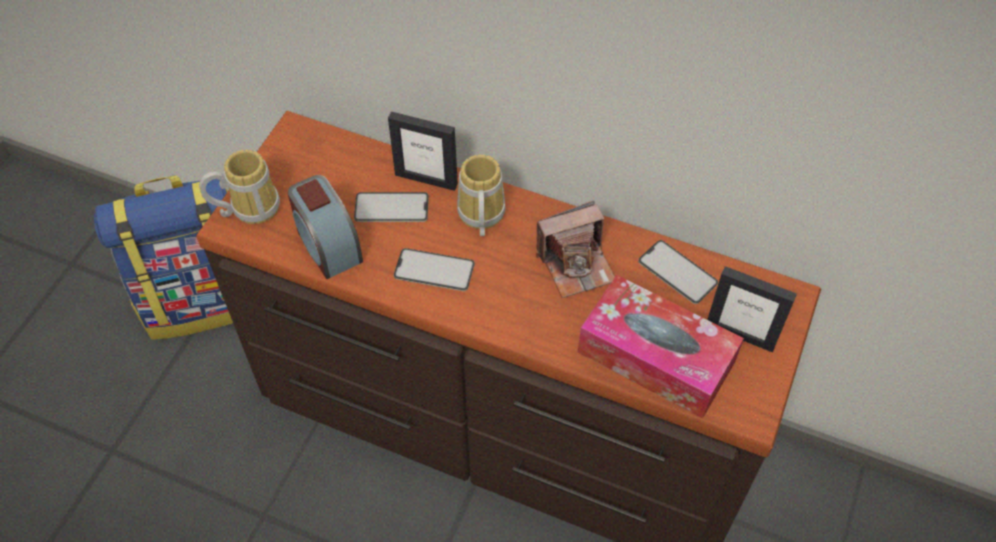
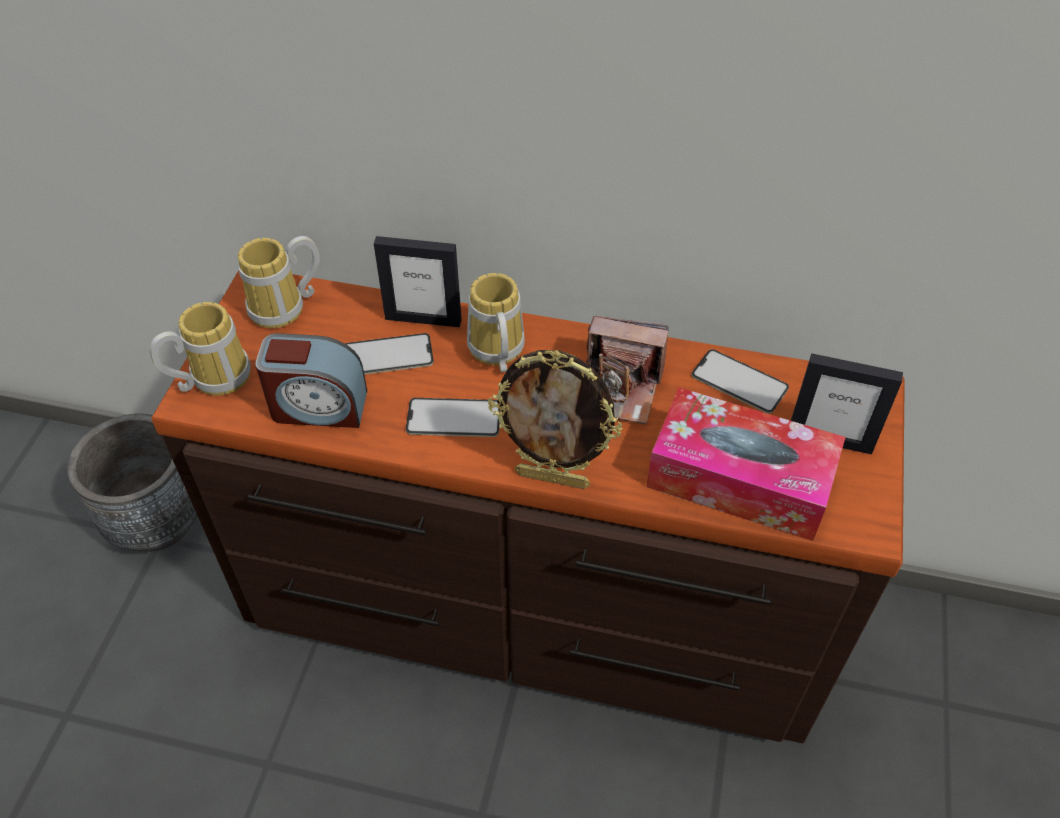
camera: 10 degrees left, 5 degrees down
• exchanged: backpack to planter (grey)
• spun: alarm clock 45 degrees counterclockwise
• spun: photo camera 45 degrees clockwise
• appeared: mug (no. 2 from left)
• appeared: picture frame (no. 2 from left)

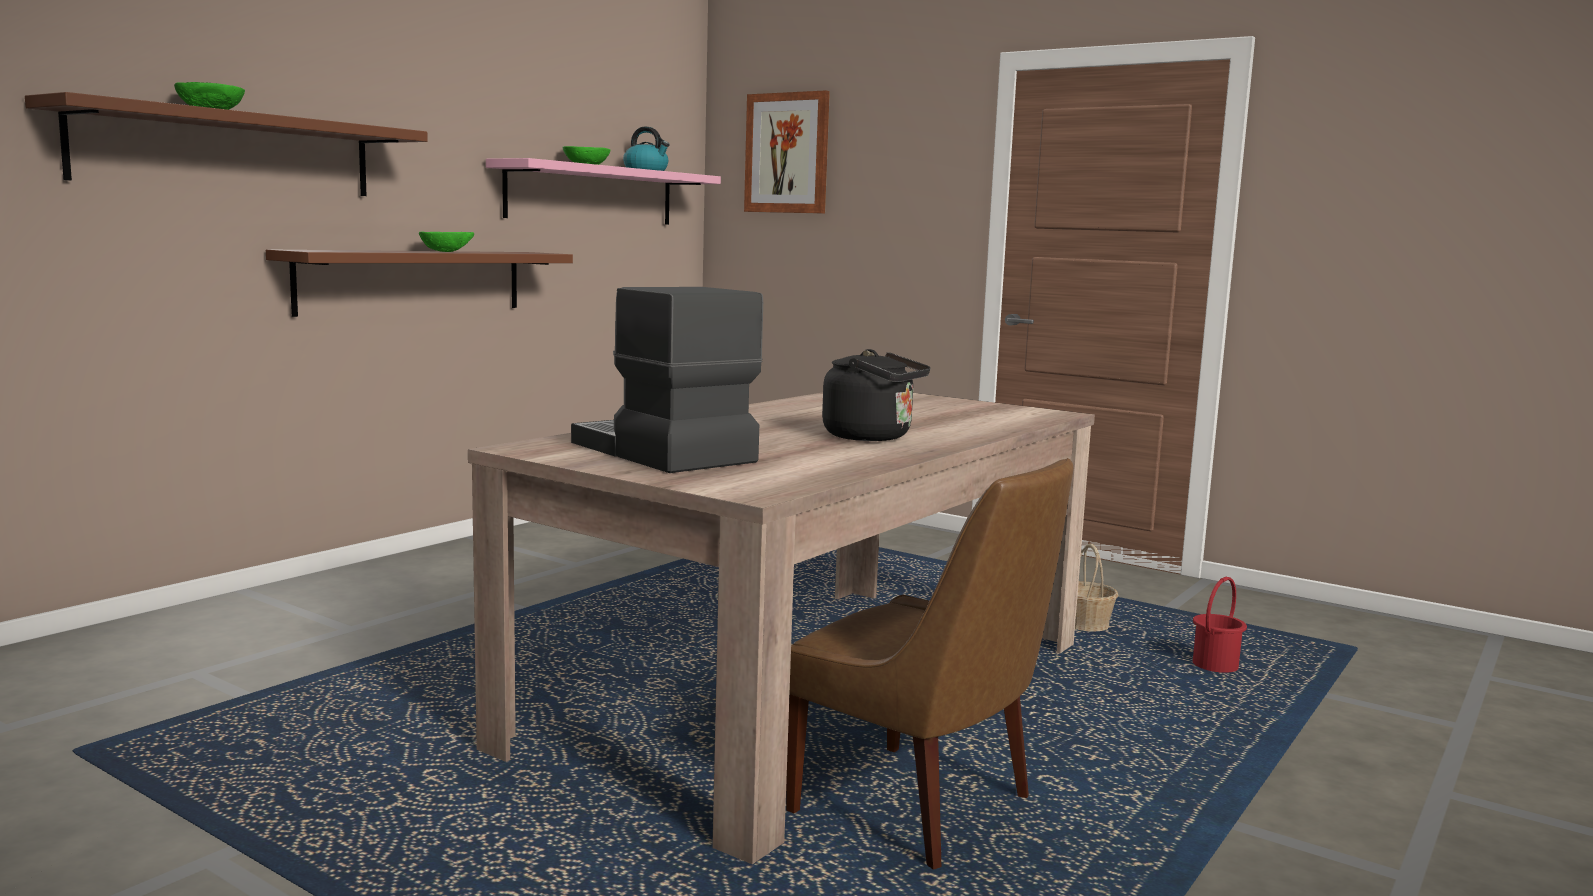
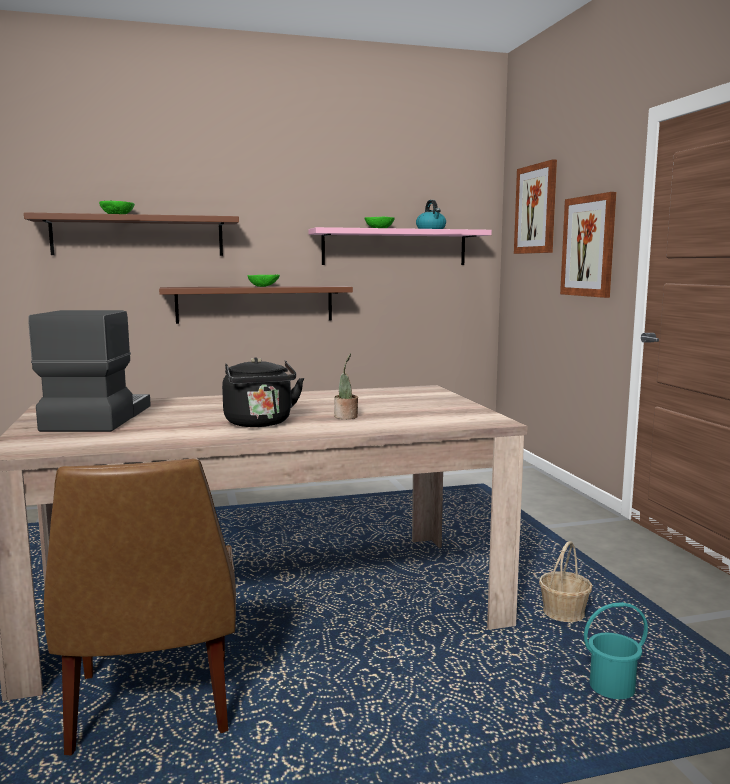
camera: 40 degrees right, 0 degrees up
• colour: bucket (red) to bucket (turquoise)
• appeared: picture (no. 2 from left)
• appeared: potted plant

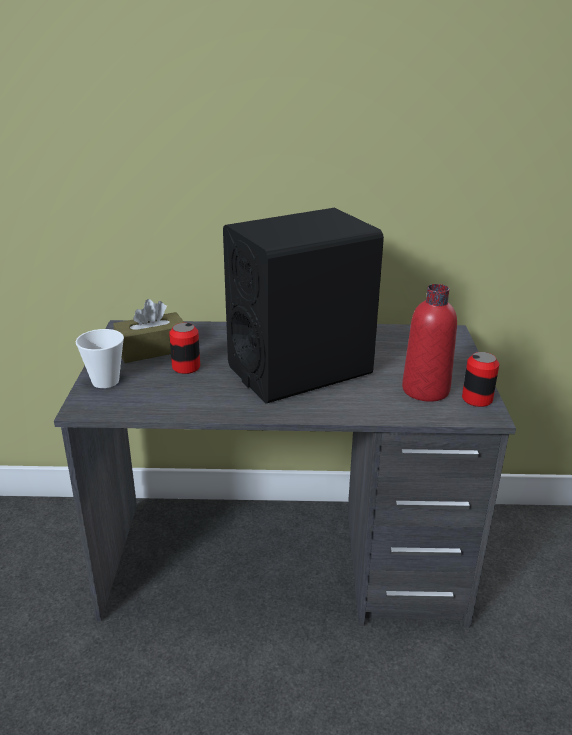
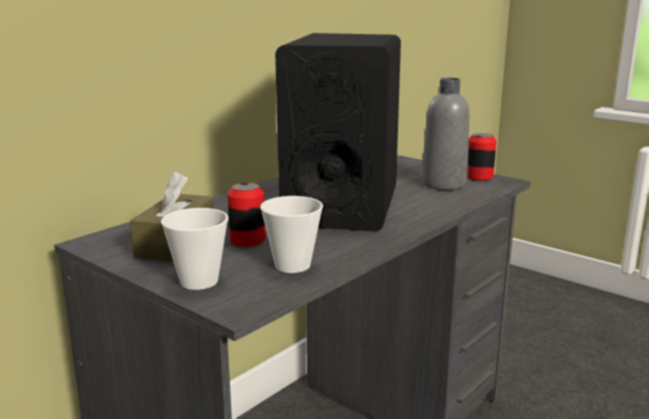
camera: 50 degrees left, 10 degrees down
• colour: bottle (red) to bottle (grey)
• appeared: cup (no. 2 from left)

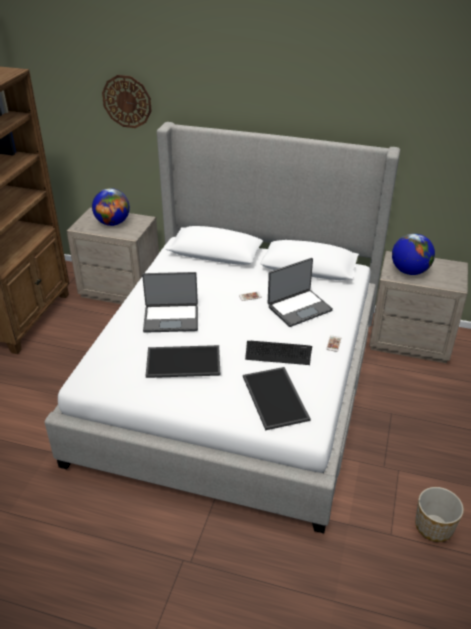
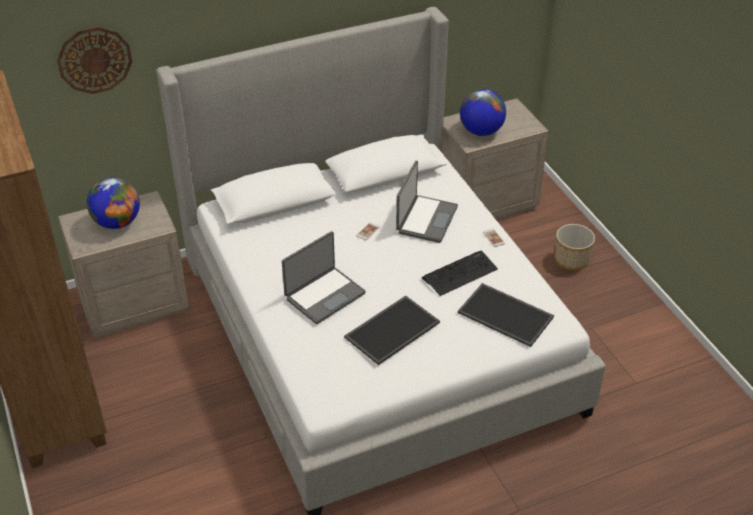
camera: 40 degrees left, 5 degrees up
• relocated: planter

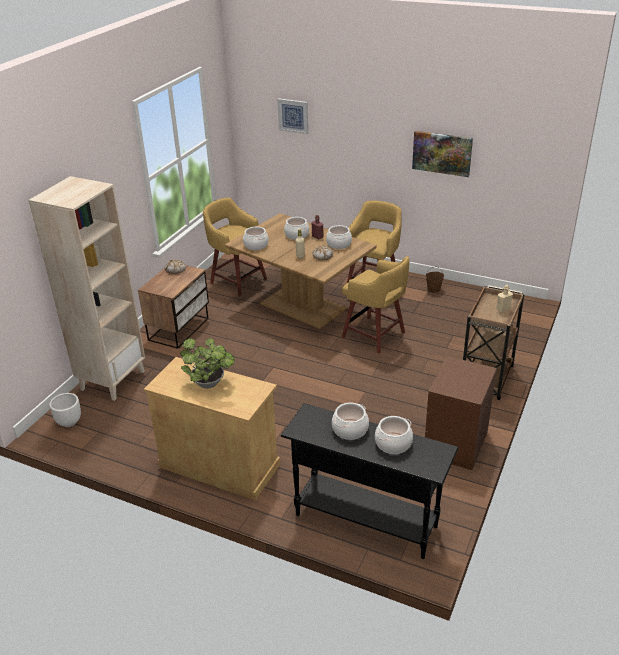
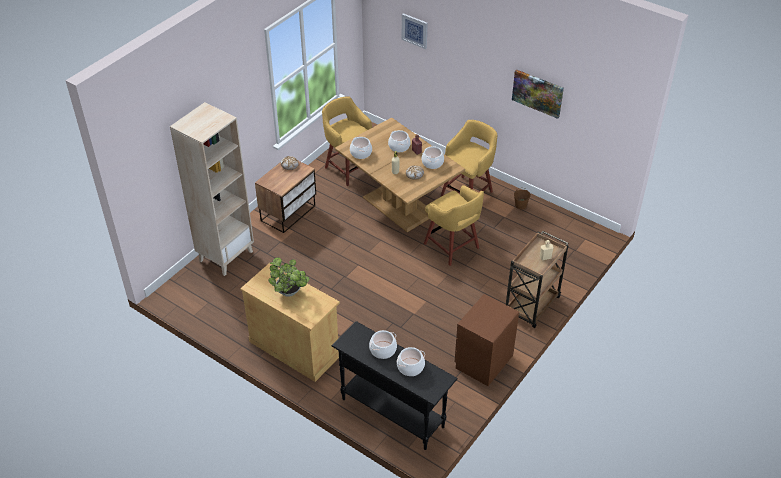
camera: 10 degrees right, 10 degrees up
• missing: planter (white)

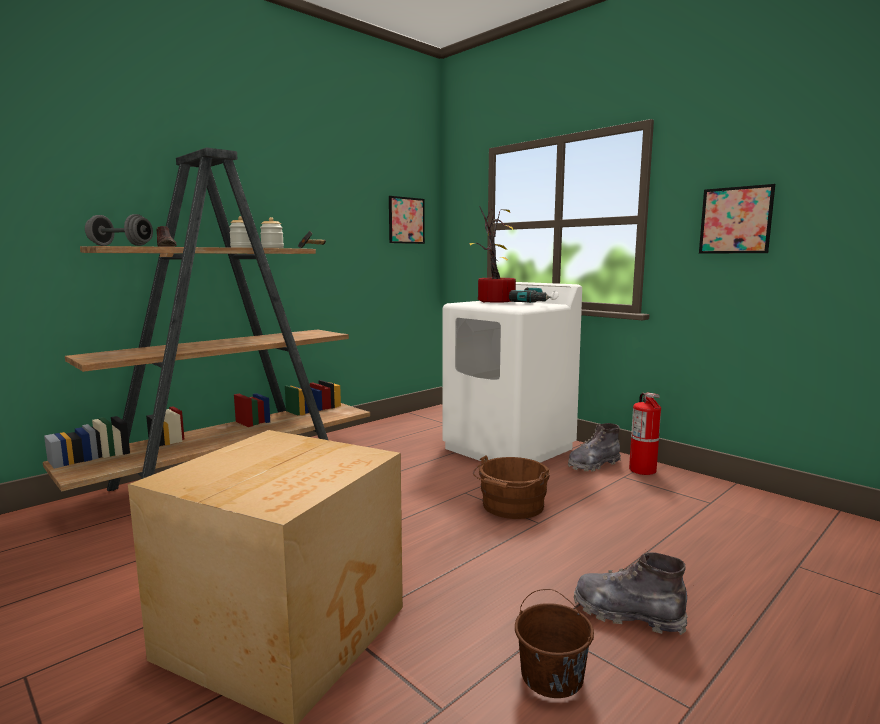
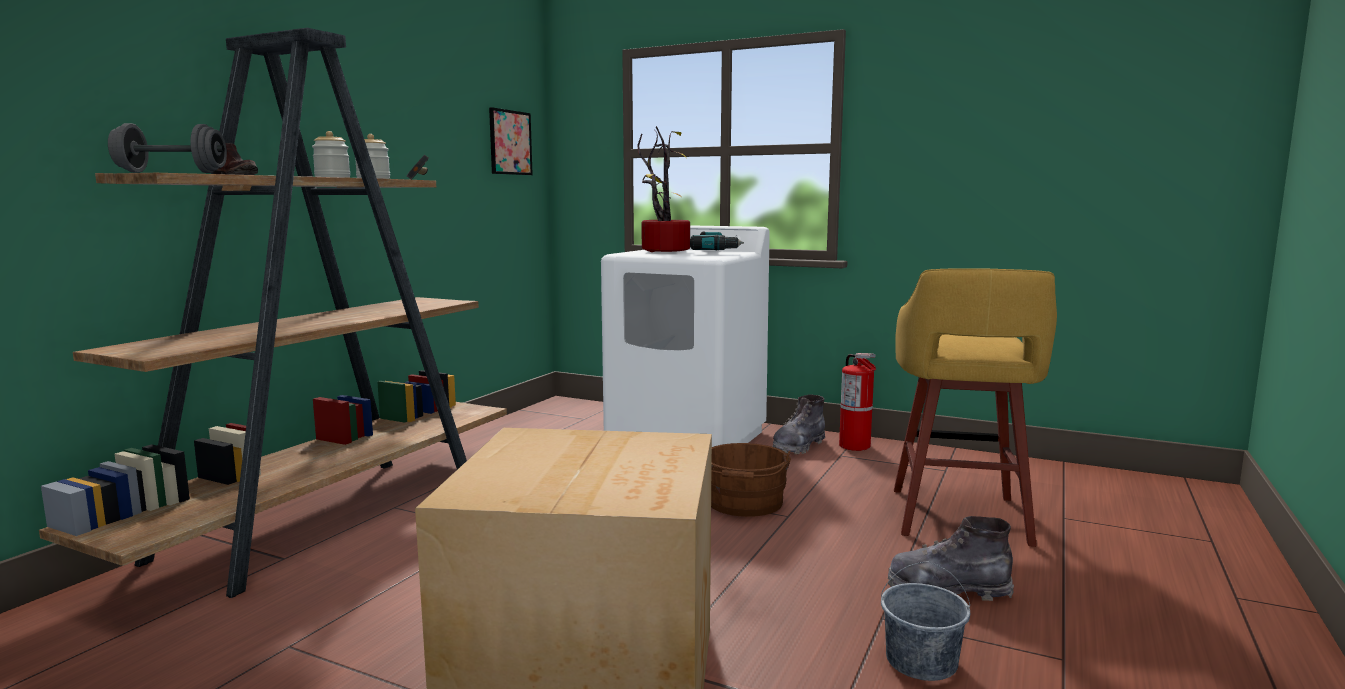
camera: 20 degrees left, 0 degrees up
• missing: picture (no. 2 from left)
• colour: bucket (brown) (no. 2 from left) to bucket (grey)
• appeared: stool (yellow)

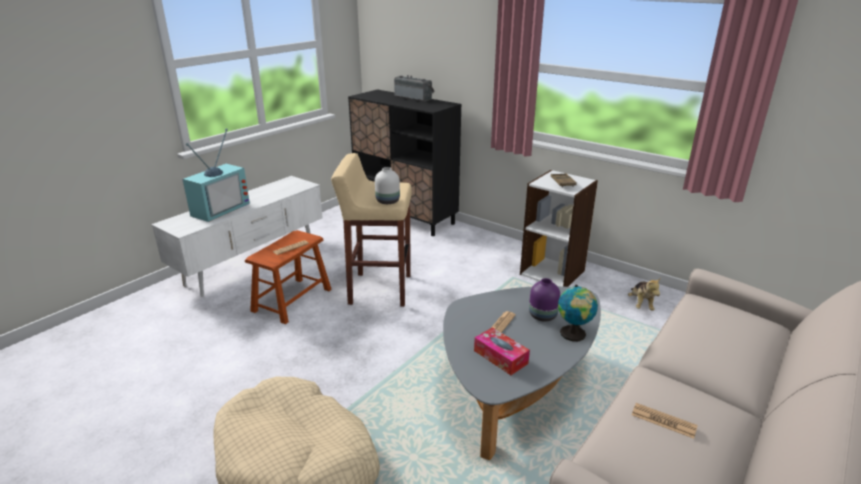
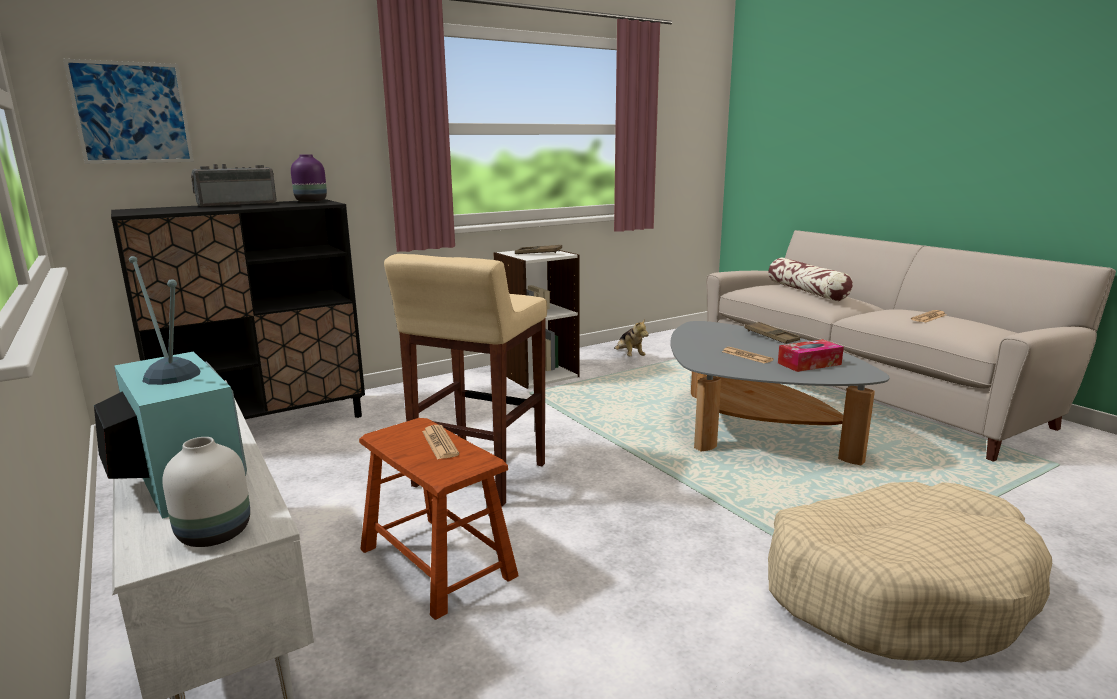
camera: 70 degrees left, 10 degrees down
• relocated: vase (white)
• relocated: vase (purple)
• spun: plush toy 45 degrees clockwise
• exchanged: globe to tray (brown) (no. 2 from left)
• appeared: picture
• appeared: pillow

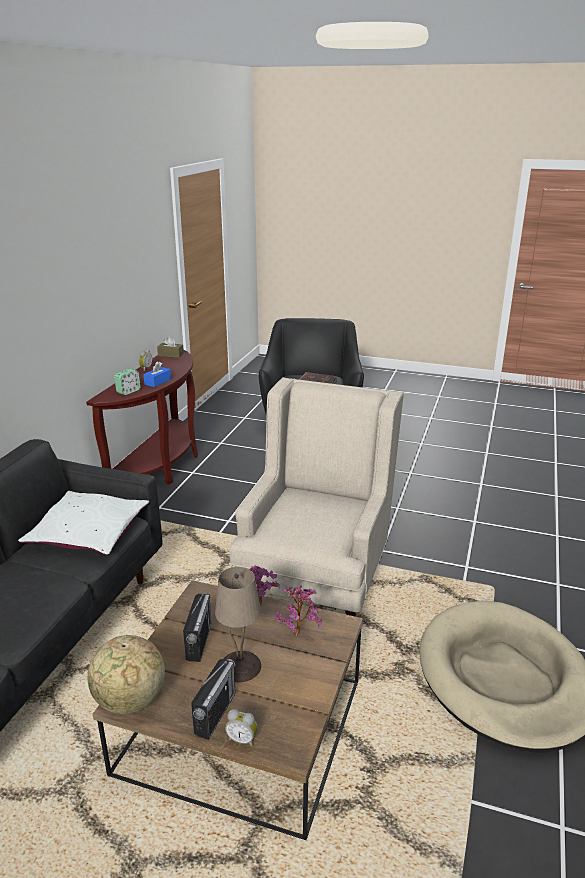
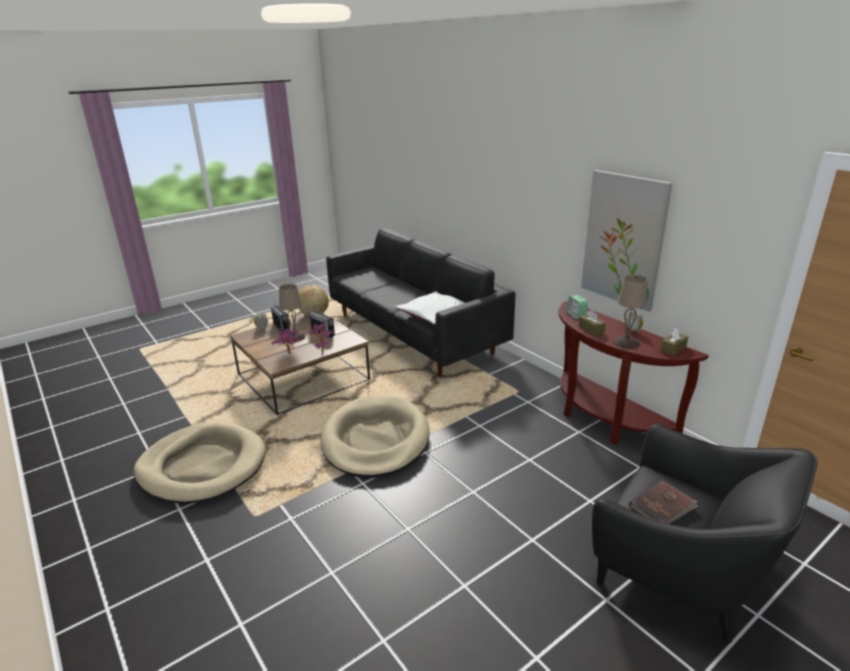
camera: 125 degrees right, 0 degrees up
• colour: tissue box (blue) to tissue box (brown) (no. 1 from left)
• exchanged: armchair (beige) to dog bed (beige) (no. 2 from left)
• appeared: picture
• appeared: table lamp (beige) (no. 2 from left)

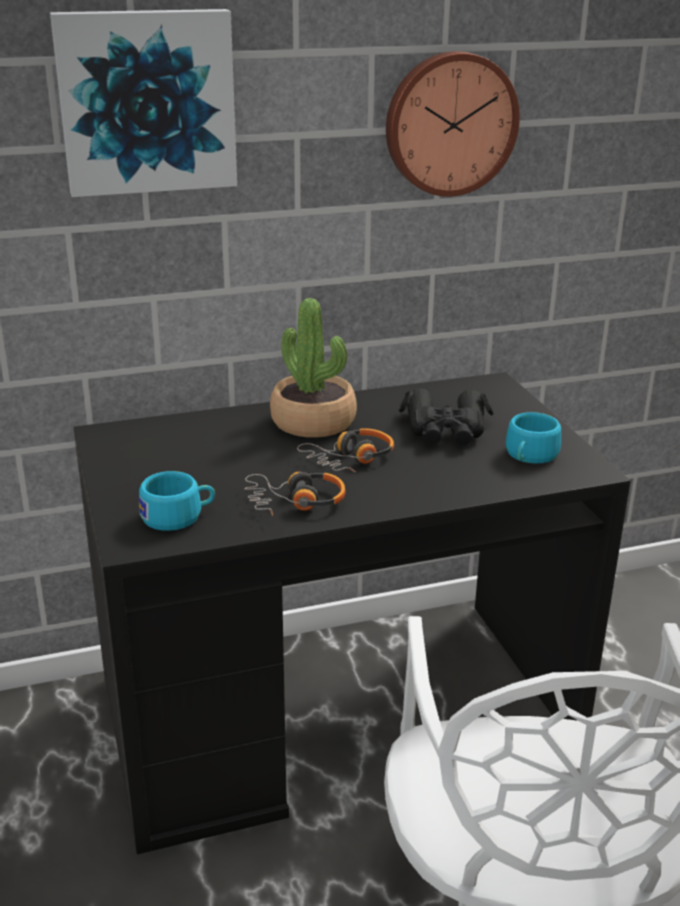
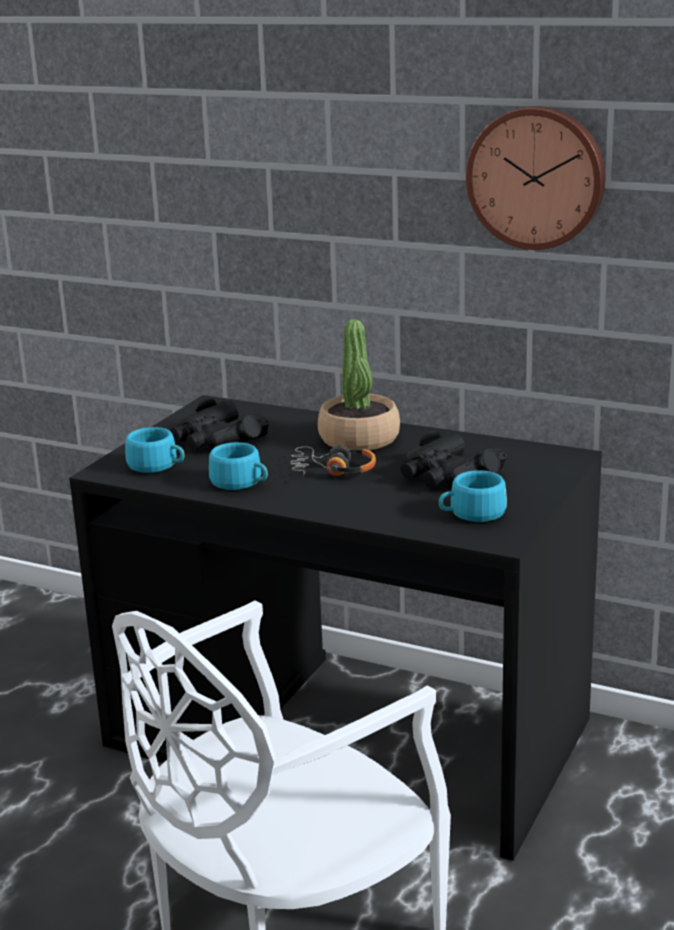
camera: 45 degrees right, 5 degrees down
• missing: picture
• exchanged: headphones (no. 1 from left) to cup (turquoise) (no. 2 from left)
• appeared: binoculars (black) (no. 1 from left)

